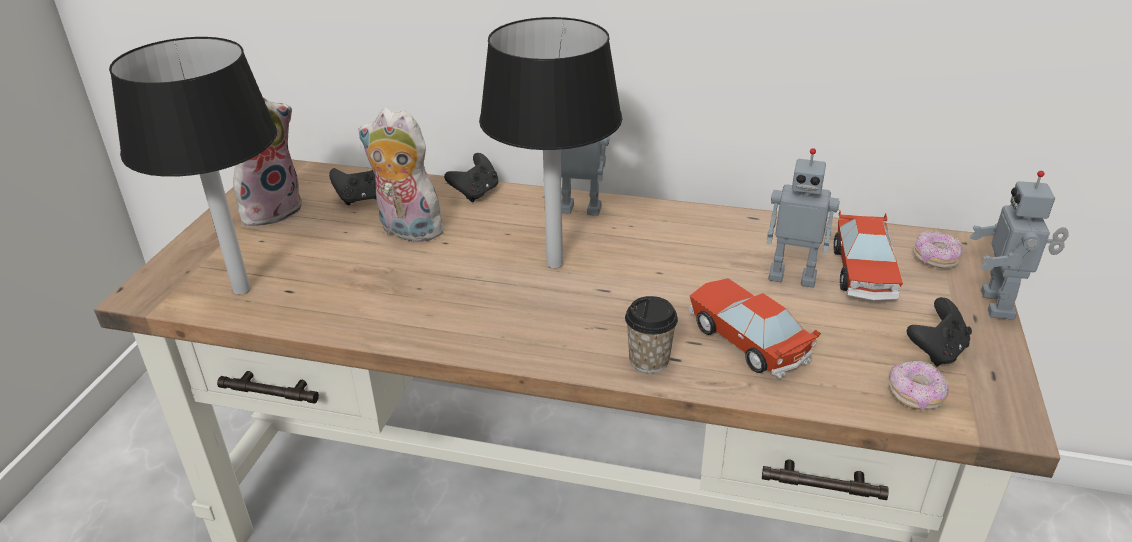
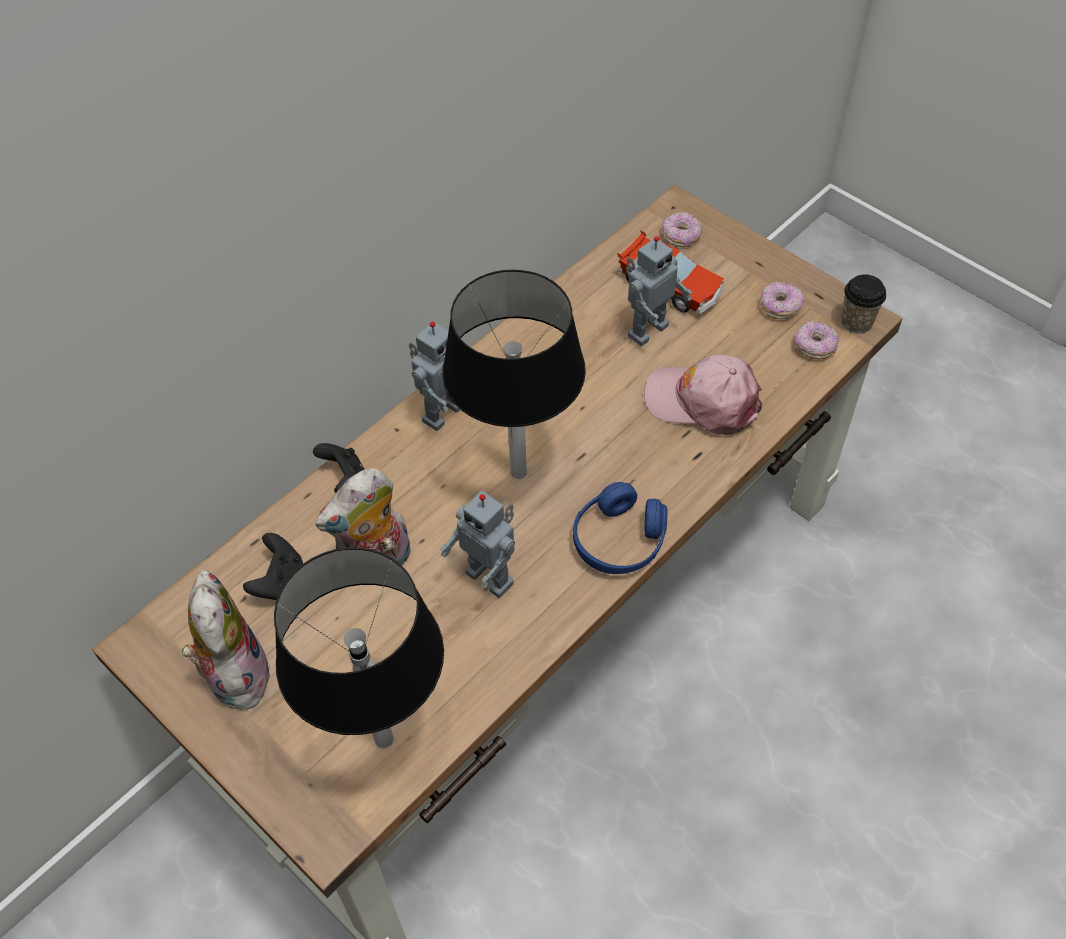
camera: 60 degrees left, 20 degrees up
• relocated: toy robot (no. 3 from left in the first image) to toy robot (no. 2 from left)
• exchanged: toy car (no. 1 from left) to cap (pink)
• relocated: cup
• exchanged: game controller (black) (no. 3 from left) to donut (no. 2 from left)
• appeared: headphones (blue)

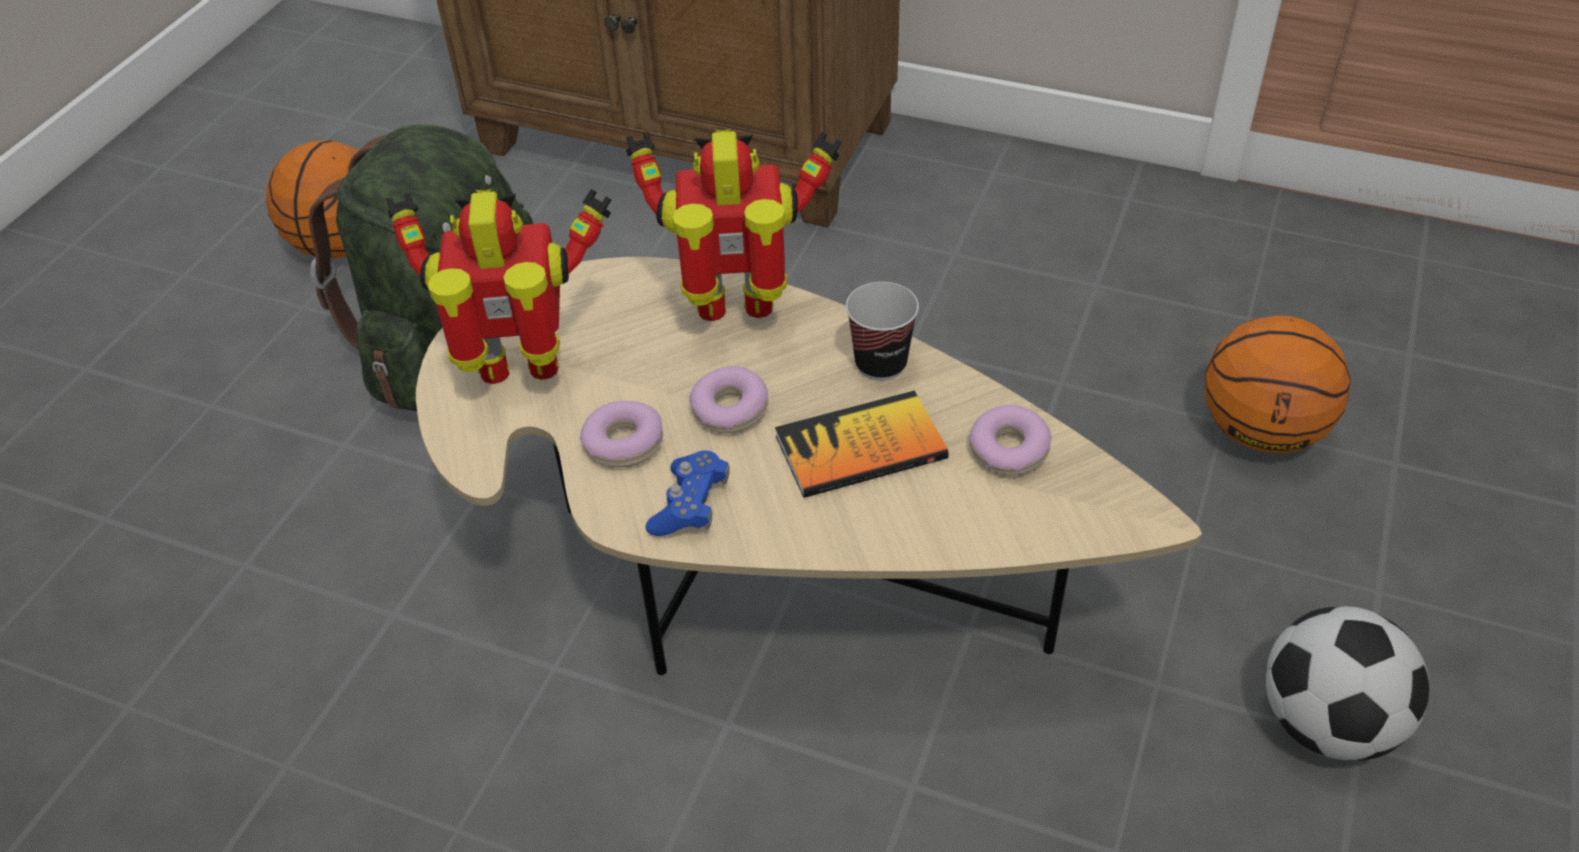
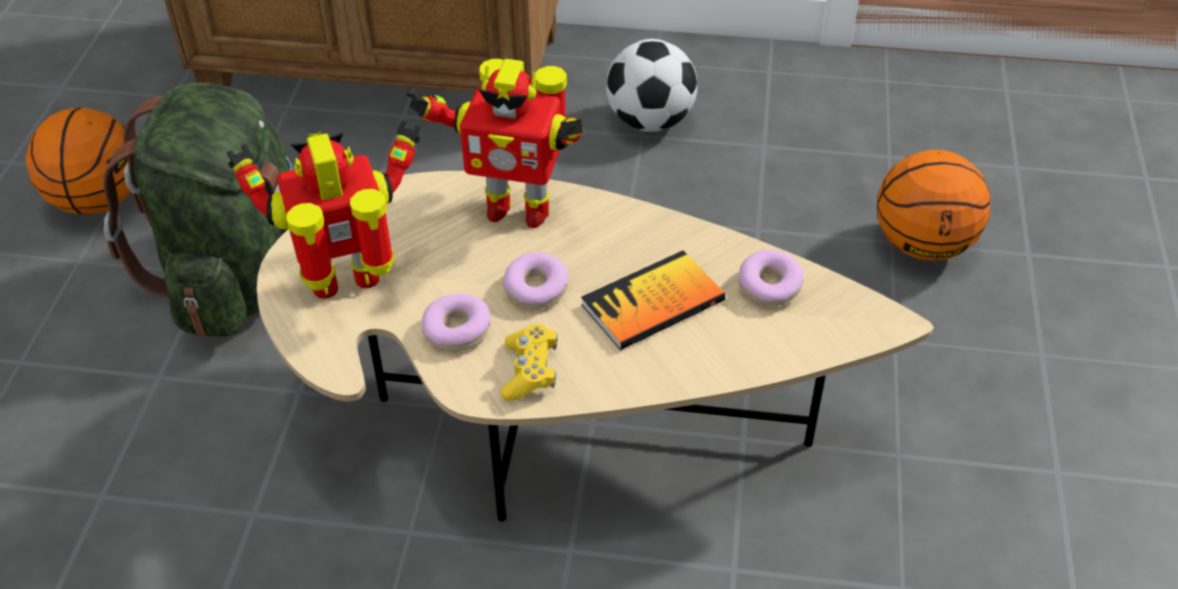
camera: 15 degrees left, 0 degrees up
• spun: toy robot (no. 2 from left) 150 degrees counterclockwise
• missing: cup
• colour: game controller (blue) to game controller (yellow)
• relocated: football

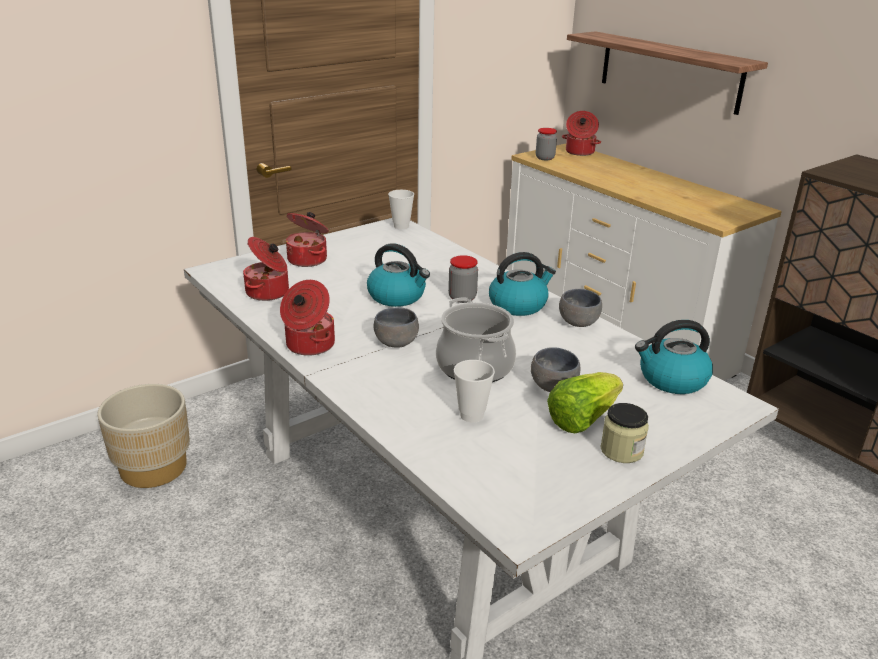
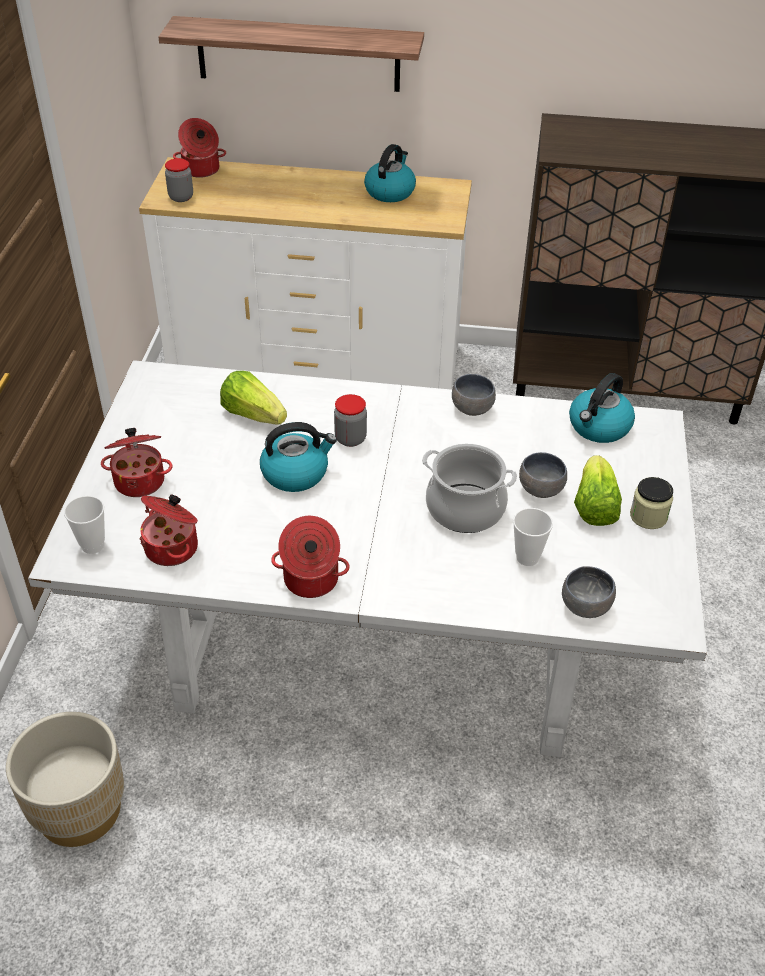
camera: 45 degrees left, 15 degrees up
• relocated: cup (no. 1 from left)
• relocated: kettle (no. 2 from left)
• relocated: bowl (grey) (no. 1 from left in the first image) to bowl (grey) (no. 3 from left)
• appeared: lettuce (no. 1 from left)

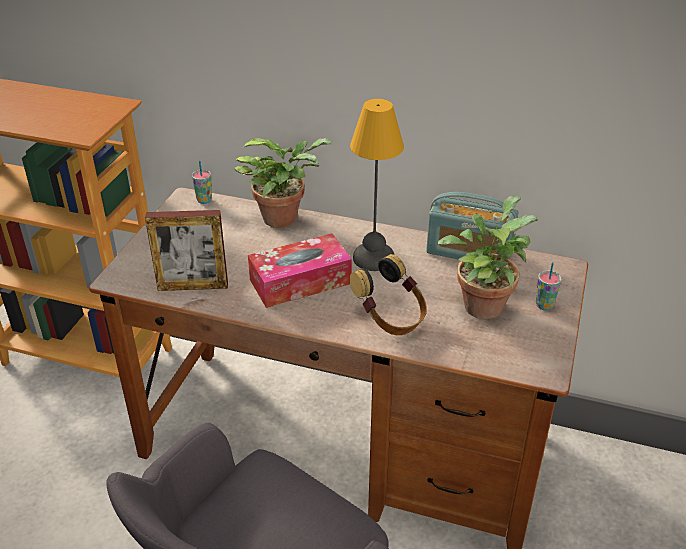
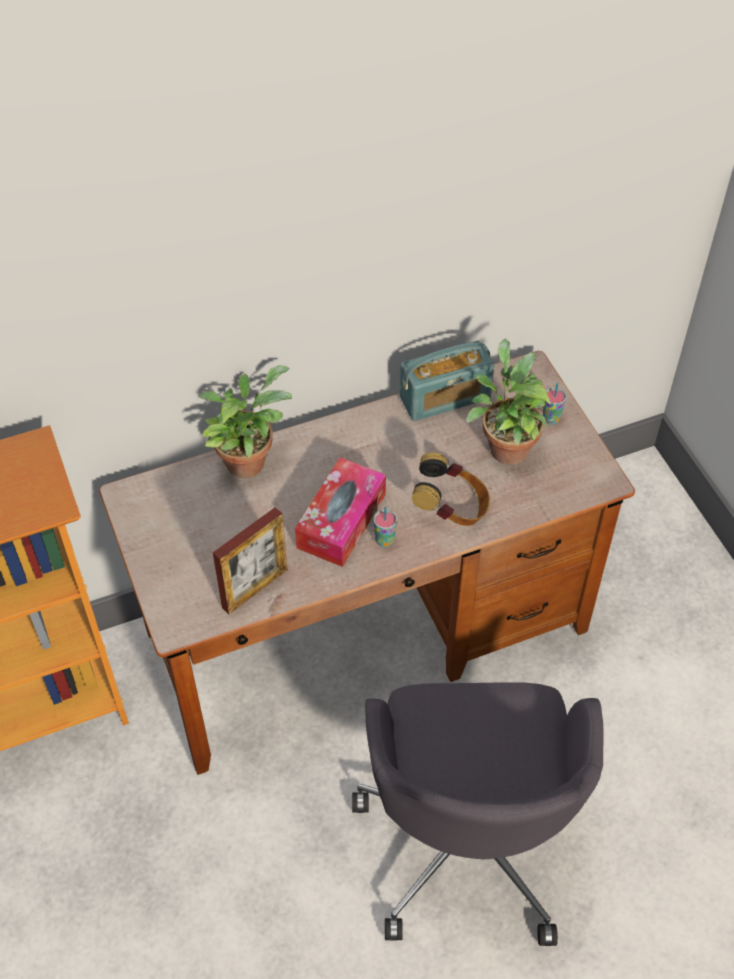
camera: 40 degrees left, 15 degrees up
• missing: table lamp
• relocated: cup (no. 1 from left)

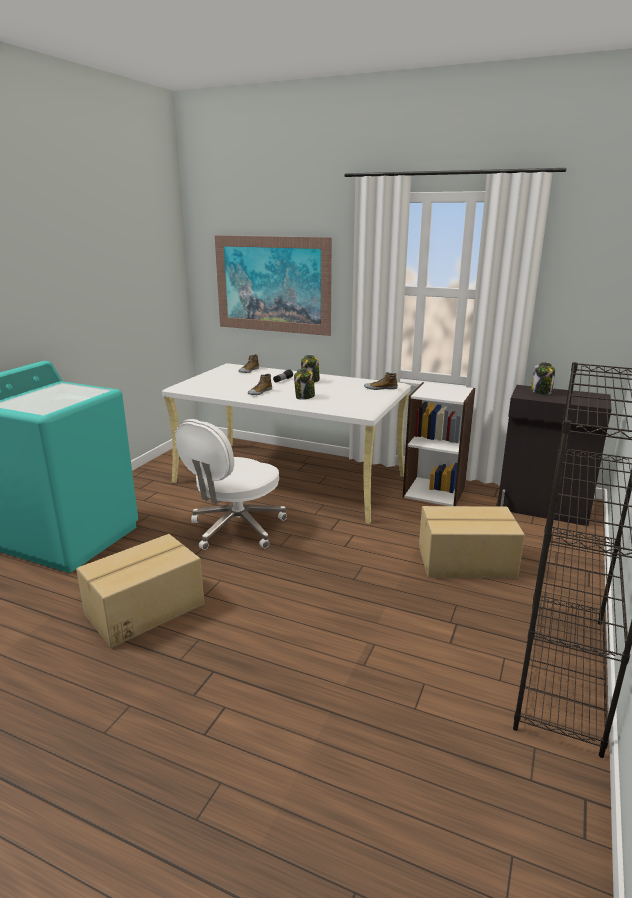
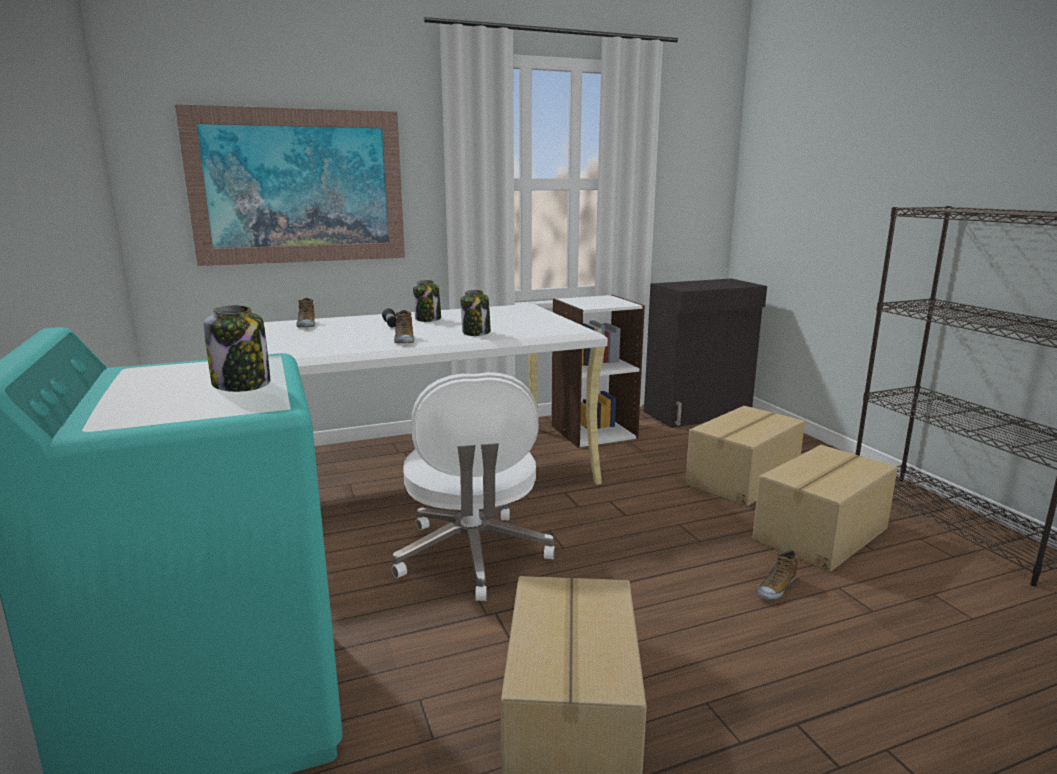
camera: 45 degrees left, 5 degrees down
• relocated: jar (no. 3 from left in the first image) to jar (no. 1 from left)
• relocated: shoe (no. 3 from left)
• appeared: cardboard box (no. 3 from left)

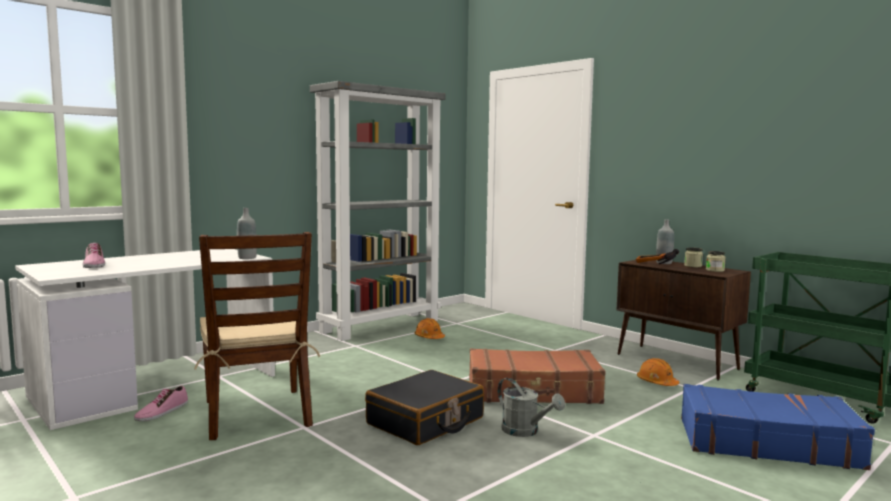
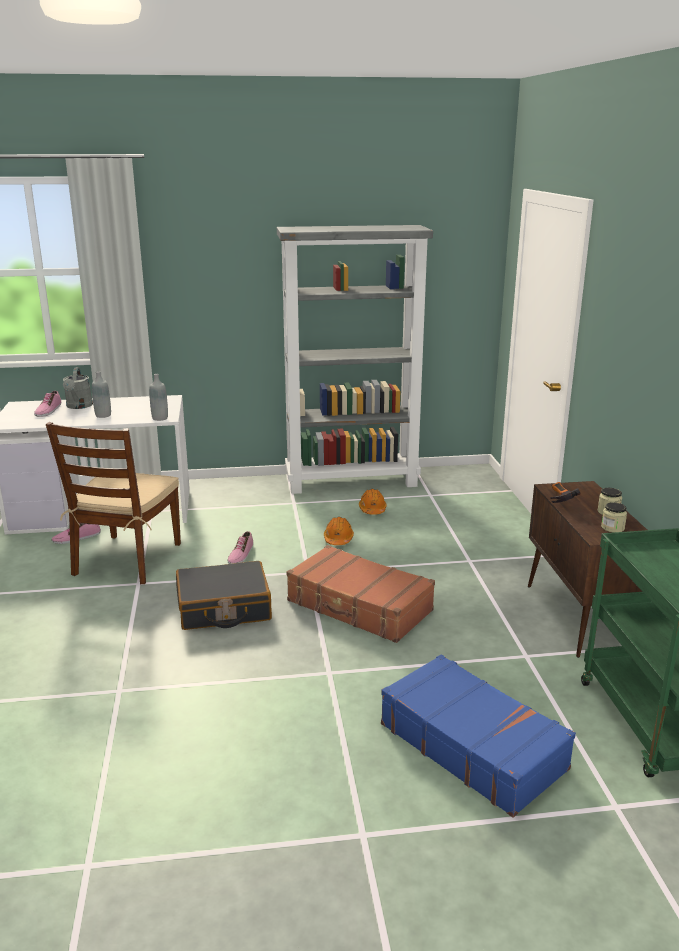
camera: 35 degrees right, 15 degrees up
• relocated: bottle (grey) (no. 2 from left in the first image) to bottle (grey) (no. 1 from left)
• relocated: hard hat (orange) (no. 2 from left in the first image) to hard hat (orange) (no. 1 from left)
• relocated: watering can (grey)
• appeared: shoe (no. 3 from left)

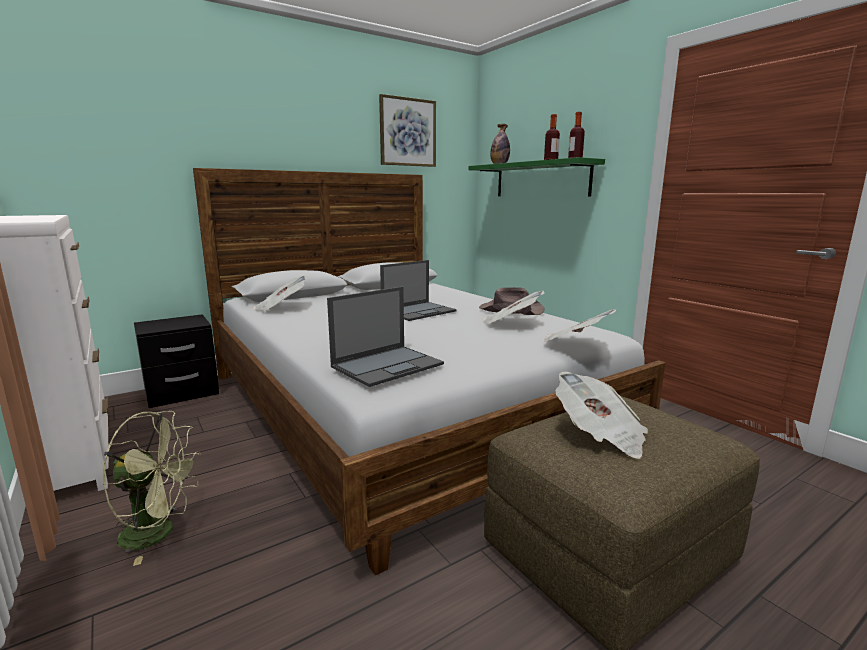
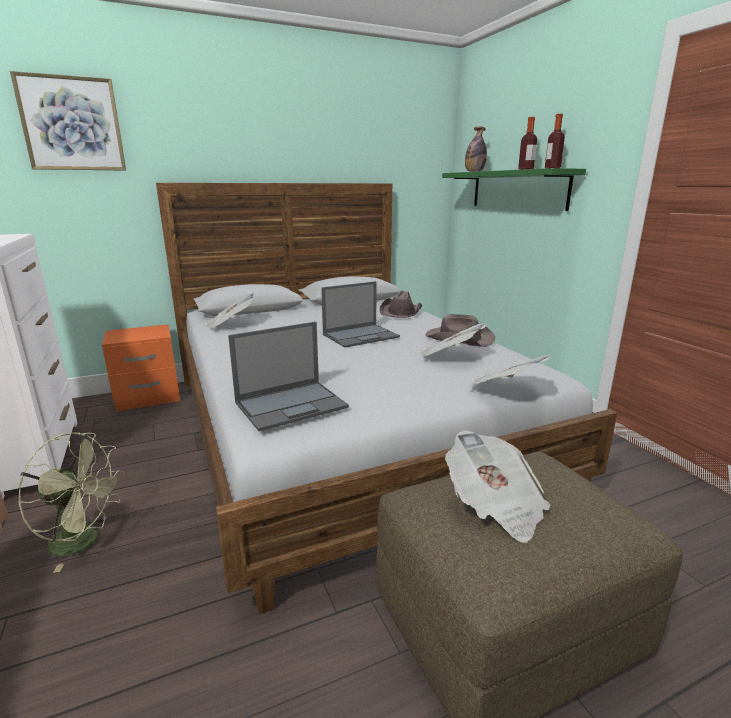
camera: 10 degrees right, 5 degrees up
• relocated: picture
• colour: nightstand (black) to nightstand (orange)
• appeared: hat (brown) (no. 1 from left)

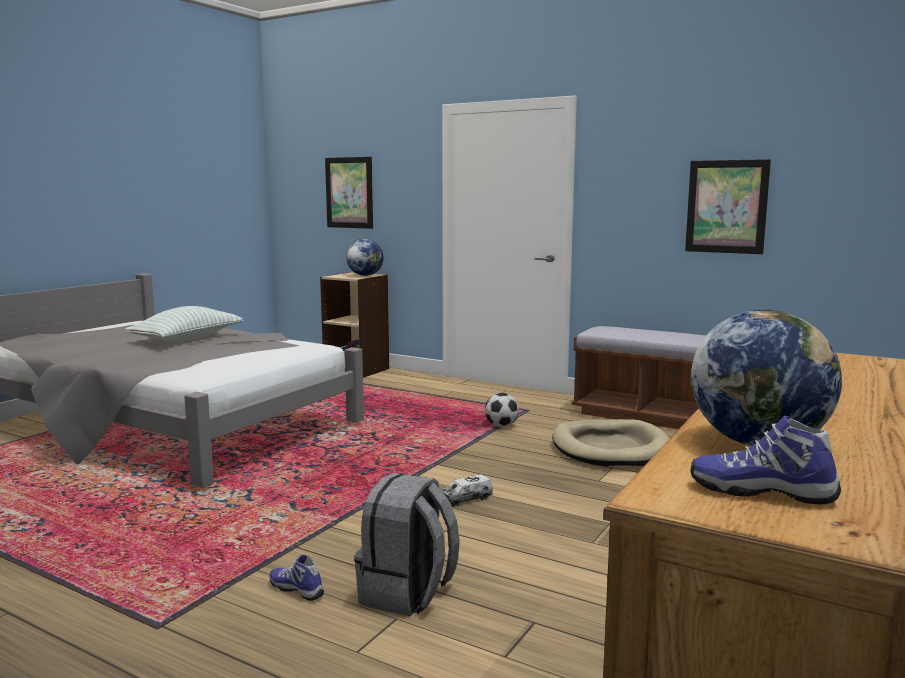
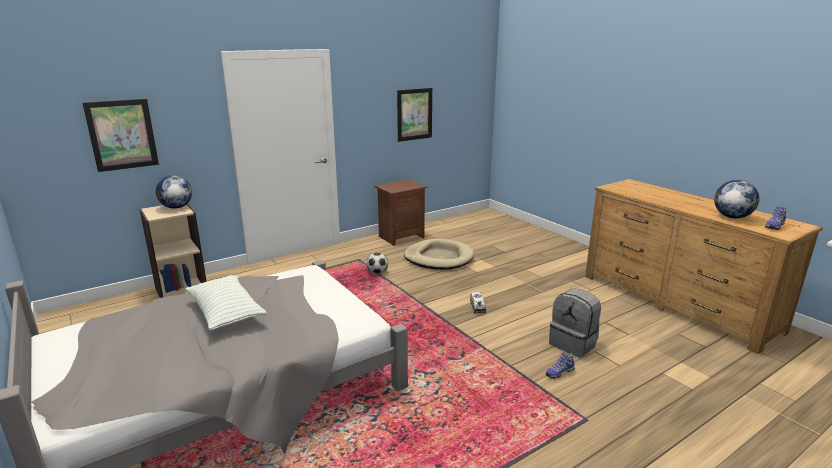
camera: 65 degrees left, 10 degrees up
• exchanged: bench (brown) to nightstand (brown)

